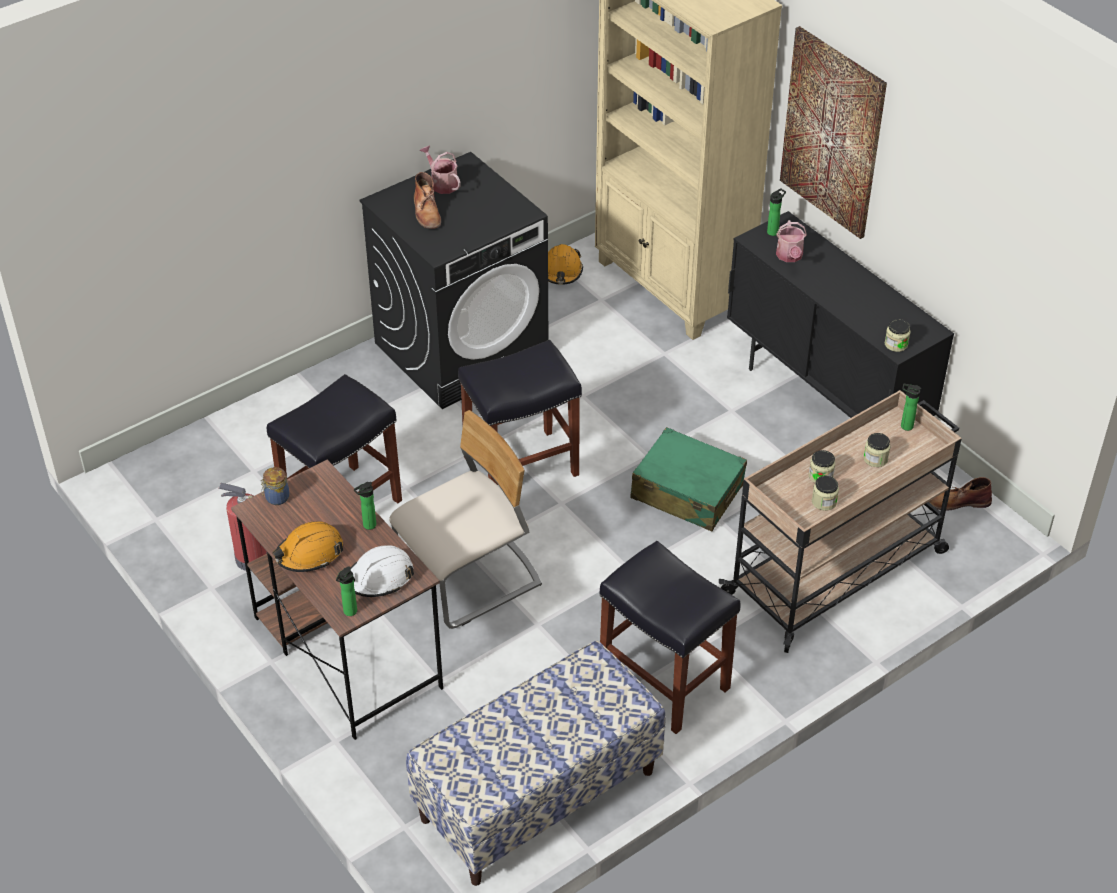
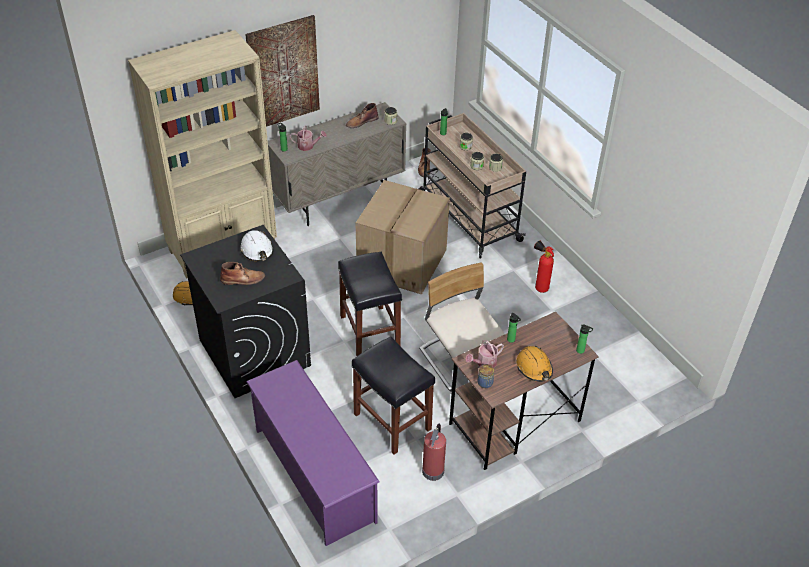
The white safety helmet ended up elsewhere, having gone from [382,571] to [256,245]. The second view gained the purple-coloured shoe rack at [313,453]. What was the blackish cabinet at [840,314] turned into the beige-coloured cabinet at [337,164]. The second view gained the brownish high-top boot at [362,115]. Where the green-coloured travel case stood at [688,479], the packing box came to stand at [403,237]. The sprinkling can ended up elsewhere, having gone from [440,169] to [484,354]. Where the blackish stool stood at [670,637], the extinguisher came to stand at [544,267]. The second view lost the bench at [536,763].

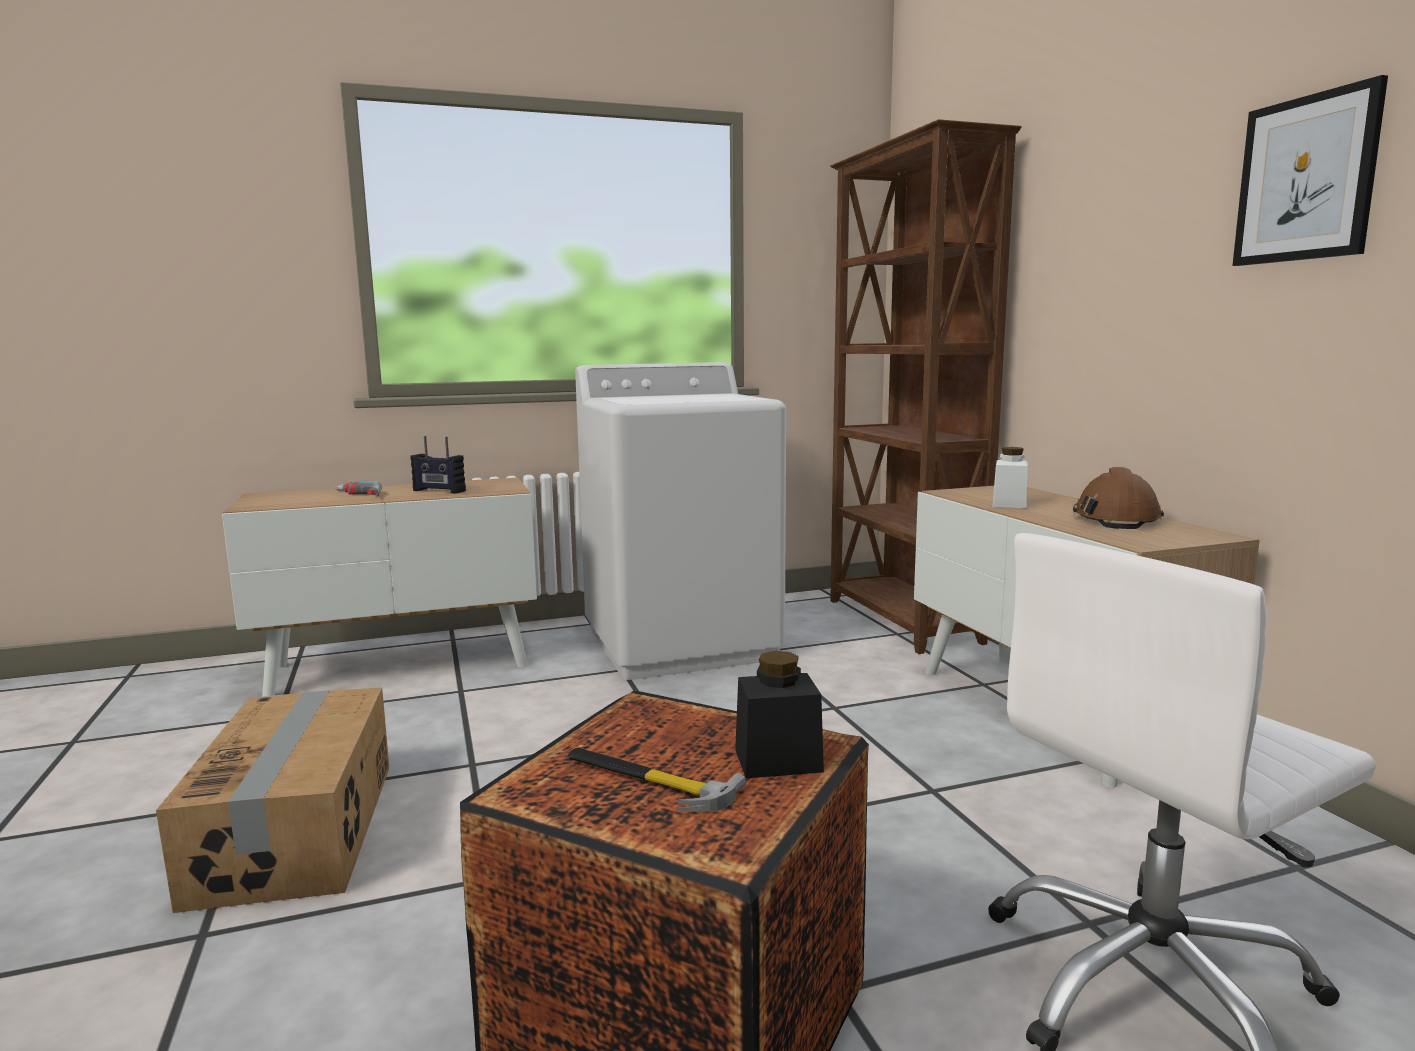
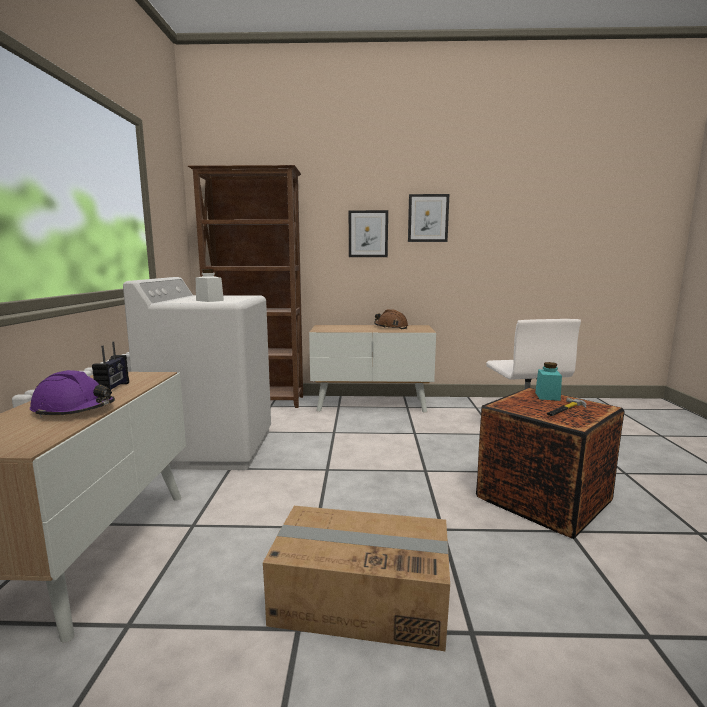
Where the power drill stood at [358,488], the purple-coloured safety helmet came to stand at [72,394]. The radio set at [438,465] ended up facing another way, 45 degrees counterclockwise from before. The white preserve jar ended up elsewhere, having gone from [1010,477] to [210,285]. The second view gained the picture at [368,233]. What was the blackish preserve jar at [779,714] turned into the turquoise preserve jar at [548,381].

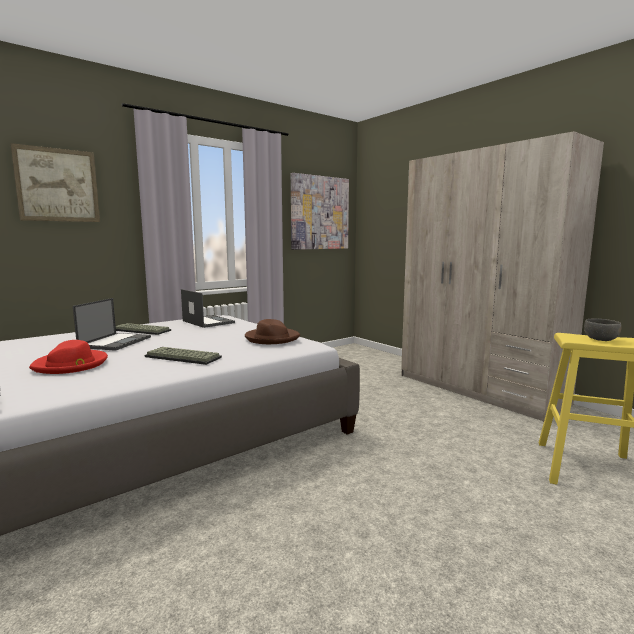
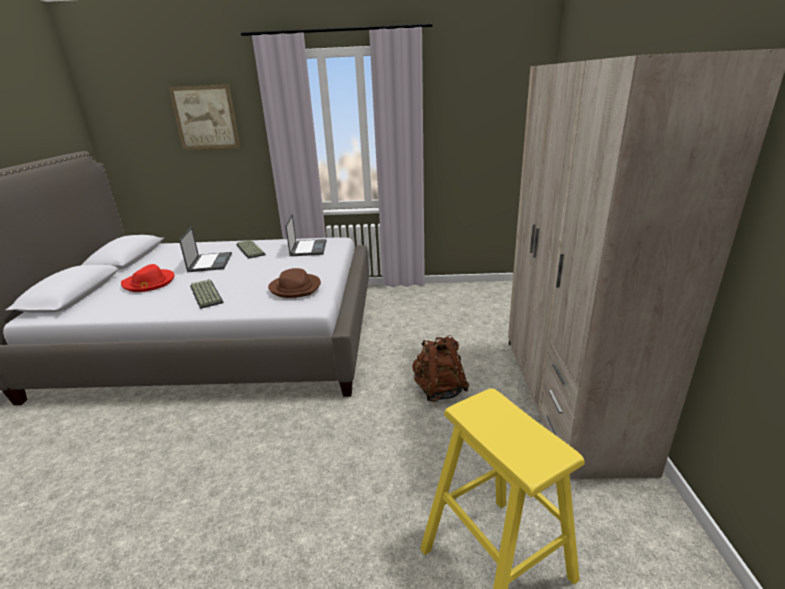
The laptop at [112,324] ended up facing another way, 60 degrees counterclockwise from before. The second view gained the brownish rucksack at [440,368]. The second view lost the picture at [320,211]. The second view lost the grey bowl at [603,330].

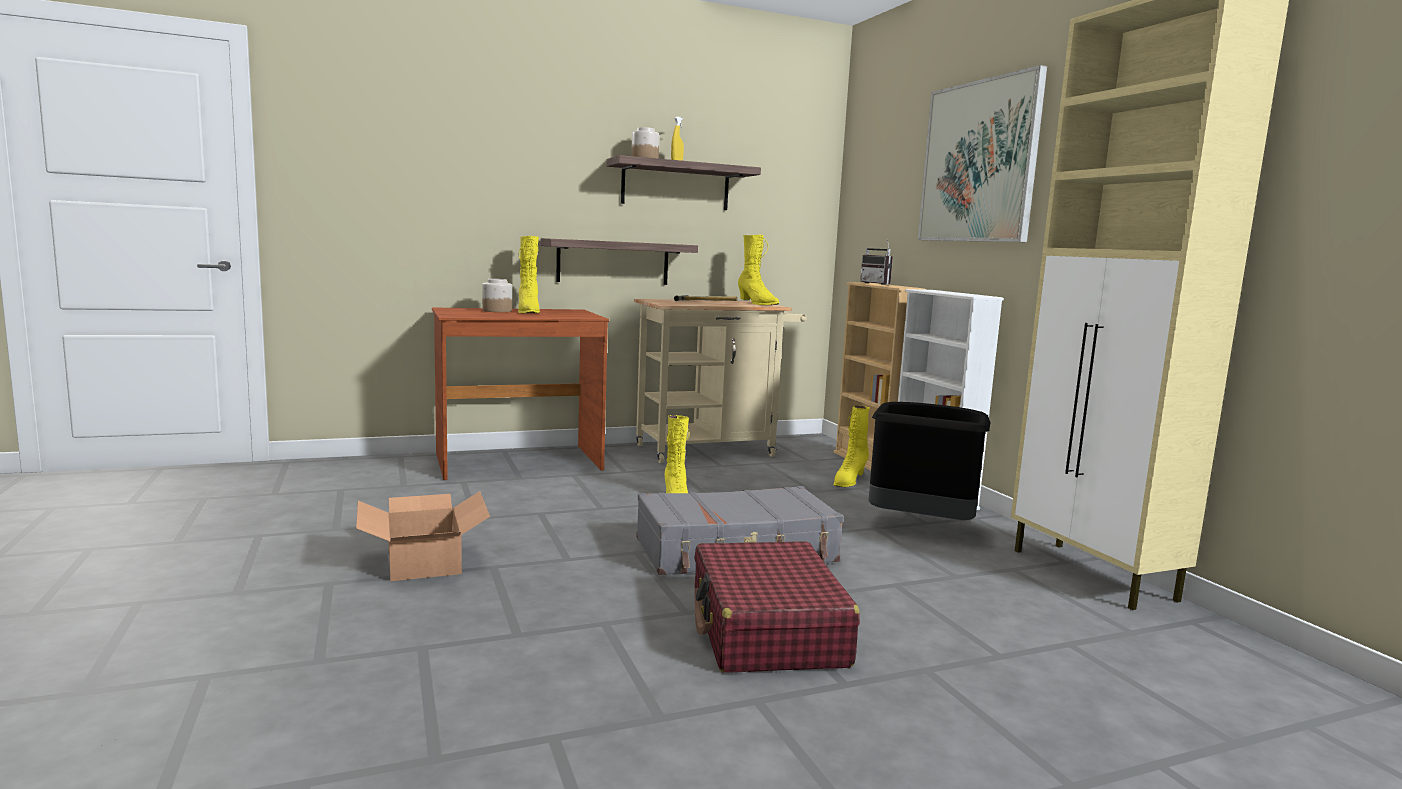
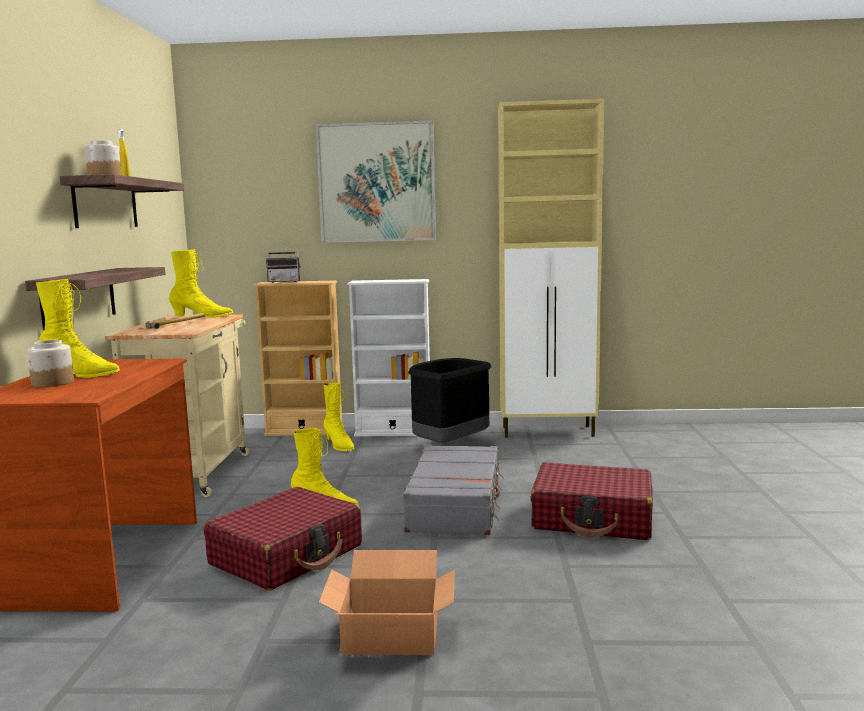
The second view gained the reddish travel case at [283,539].

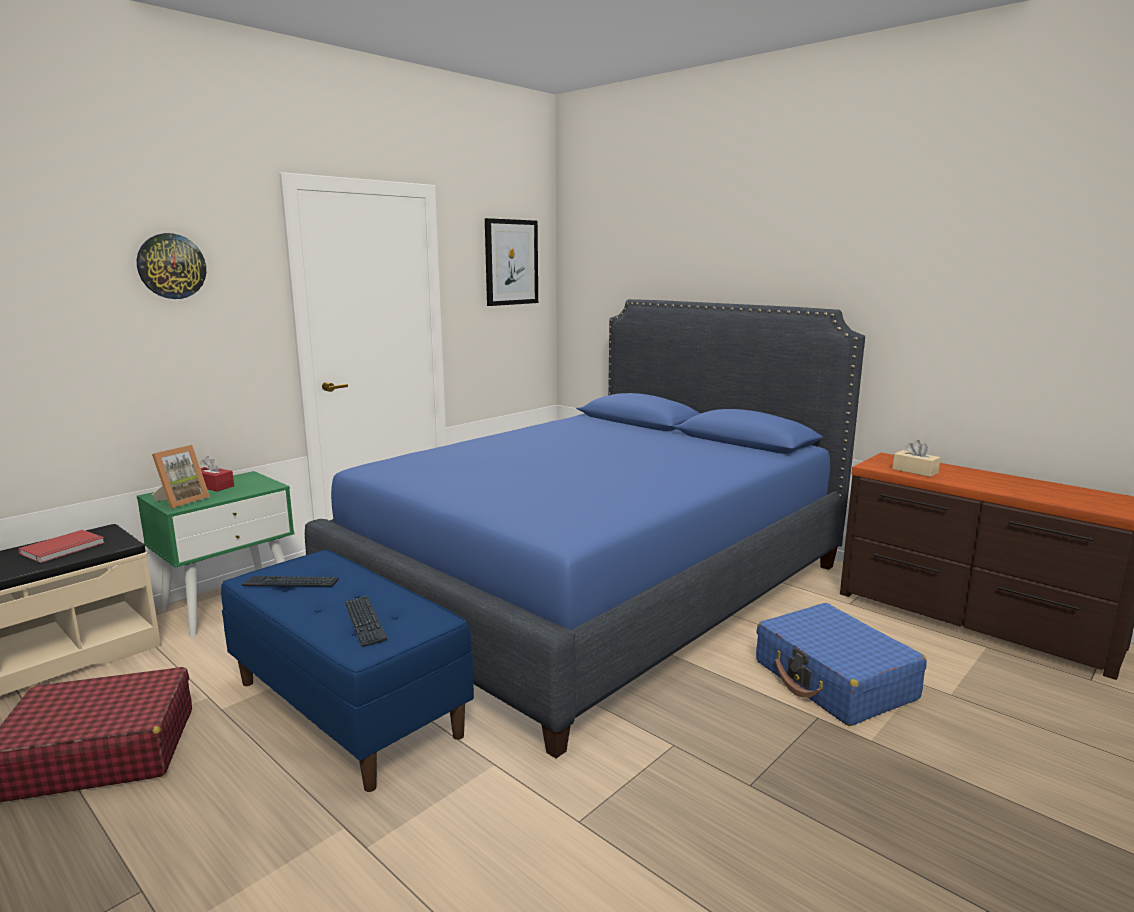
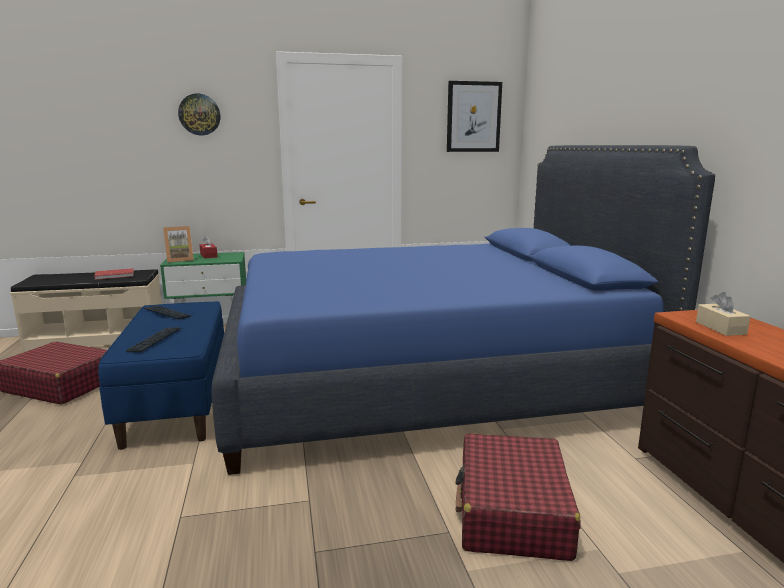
What was the bluish travel case at [841,664] turned into the reddish travel case at [518,497].

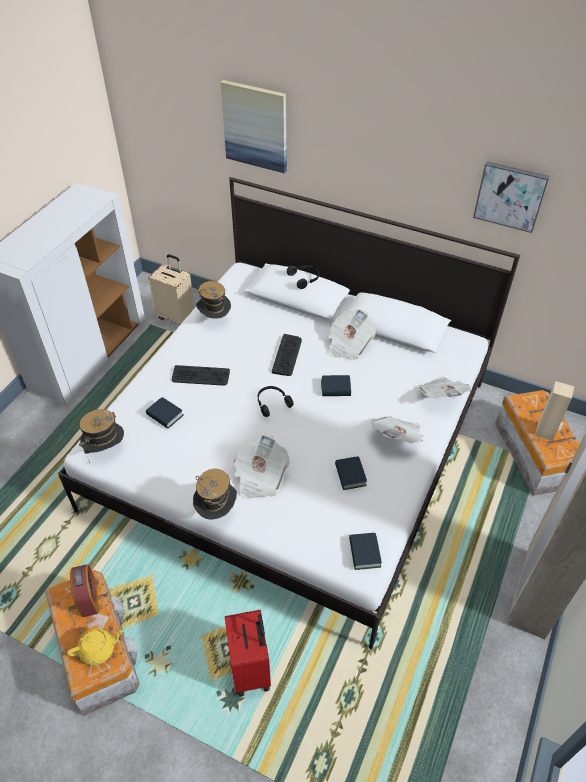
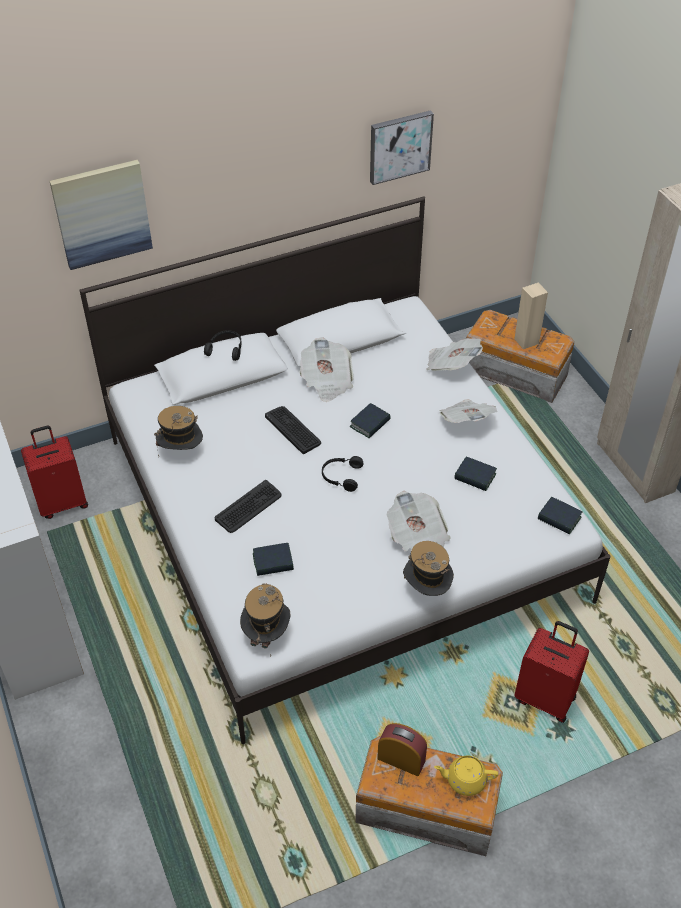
What was the beige-coloured travel case at [171,289] turned into the reddish travel case at [54,472]. The yellowish pot for tea at [95,647] ended up facing another way, 105 degrees counterclockwise from before.

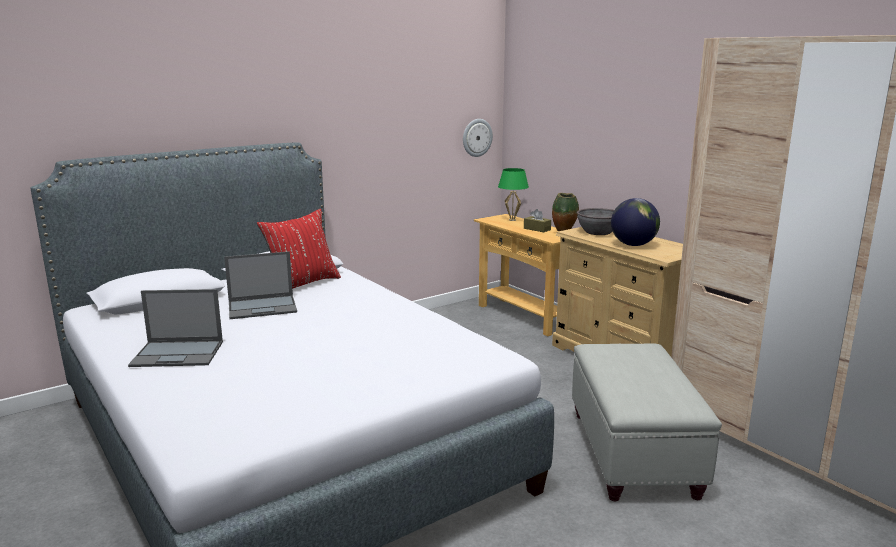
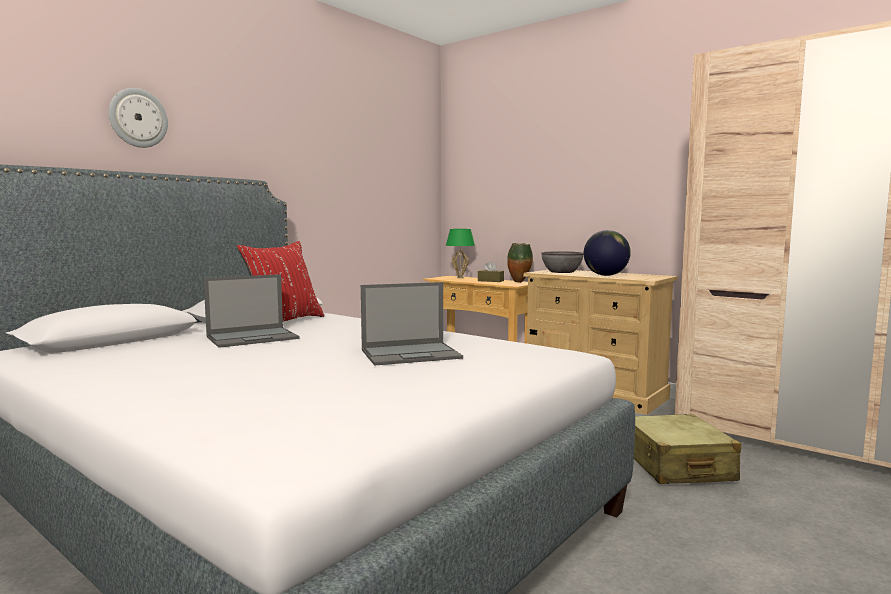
The clock on the wall ended up elsewhere, having gone from [478,138] to [138,118]. The laptop ended up elsewhere, having gone from [175,328] to [412,323]. Where the grey pouffe stood at [647,422], the beige-coloured travel case came to stand at [687,449].

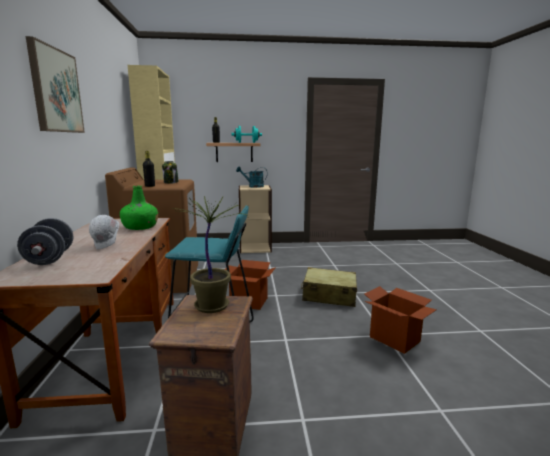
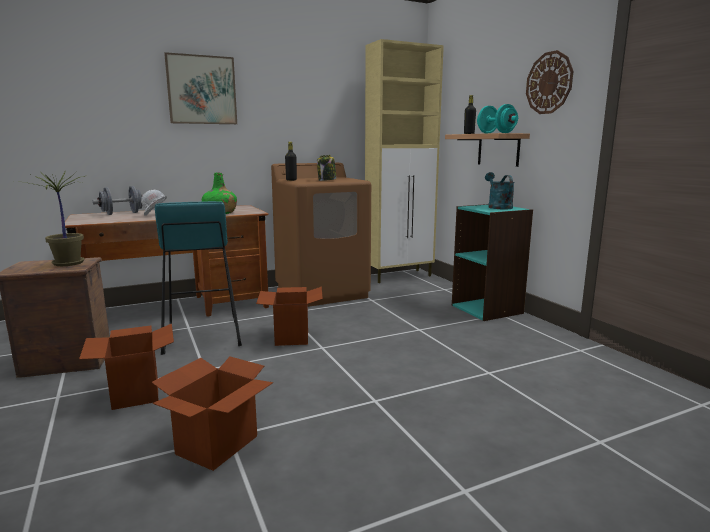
The second view gained the packing box at [126,367]. What was the beige-coloured bookcase at [255,219] turned into the turquoise bookcase at [492,262]. The second view gained the clock on the wall at [549,82]. The second view lost the beige-coloured travel case at [329,287].

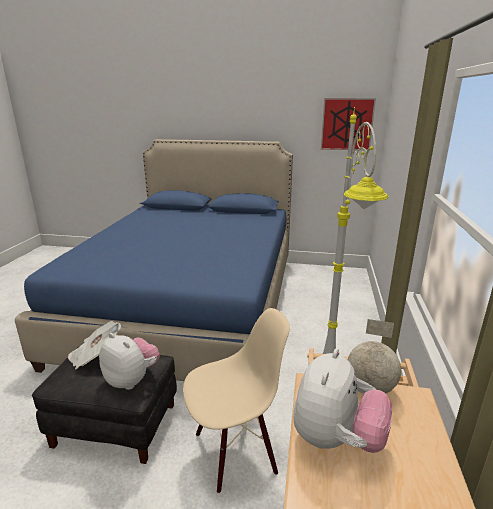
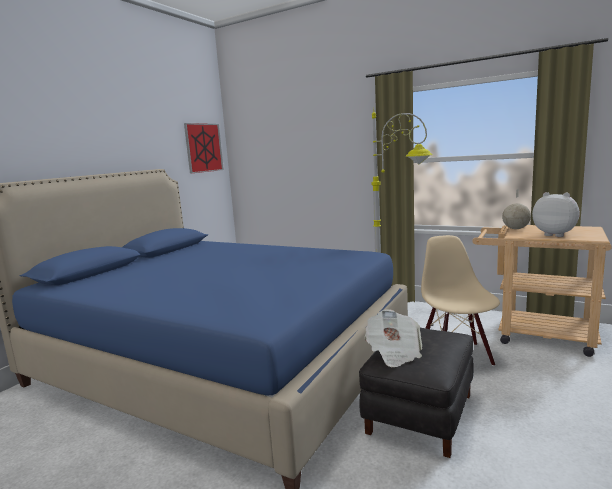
The second view lost the cuddly toy at [129,361].

